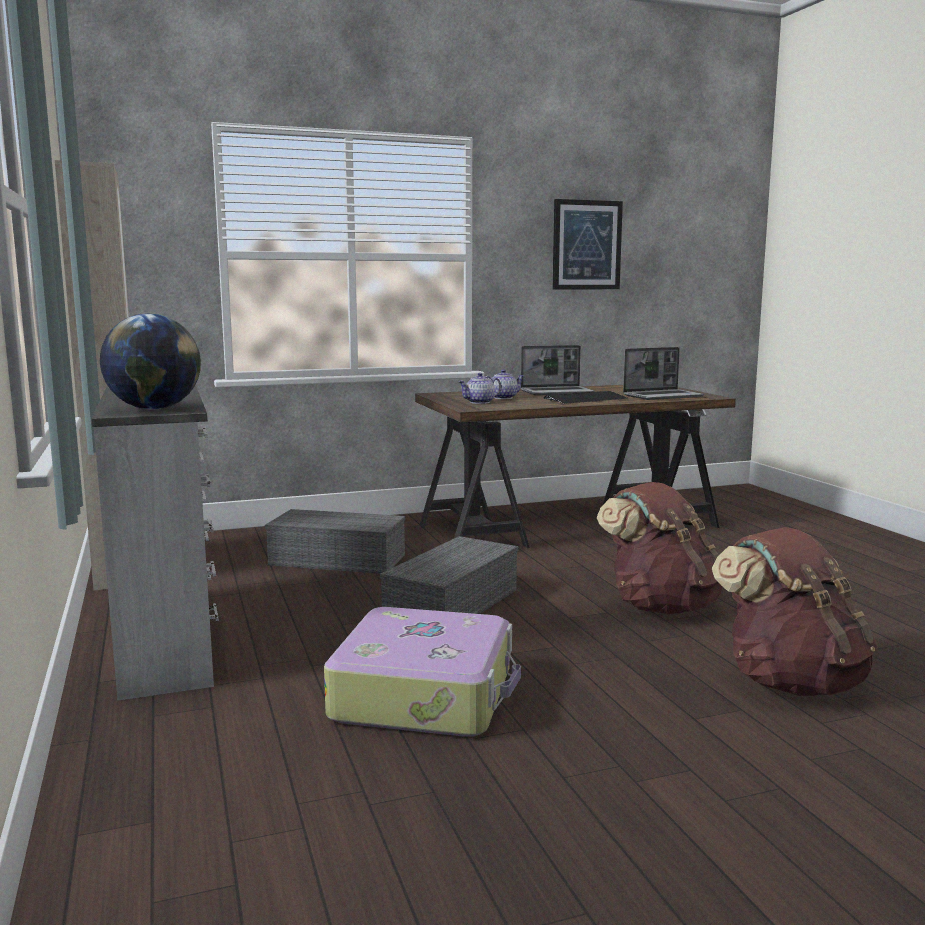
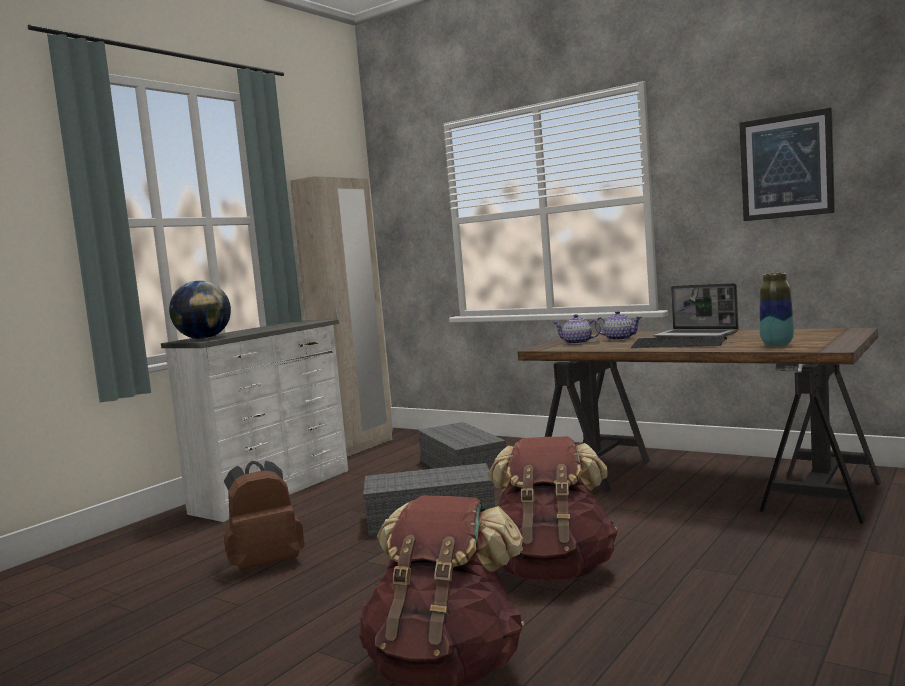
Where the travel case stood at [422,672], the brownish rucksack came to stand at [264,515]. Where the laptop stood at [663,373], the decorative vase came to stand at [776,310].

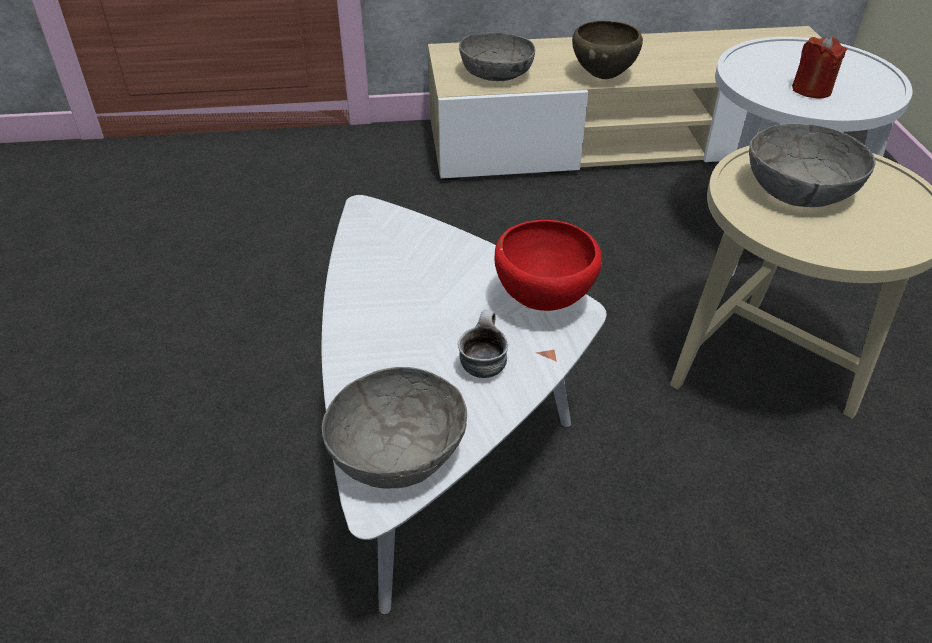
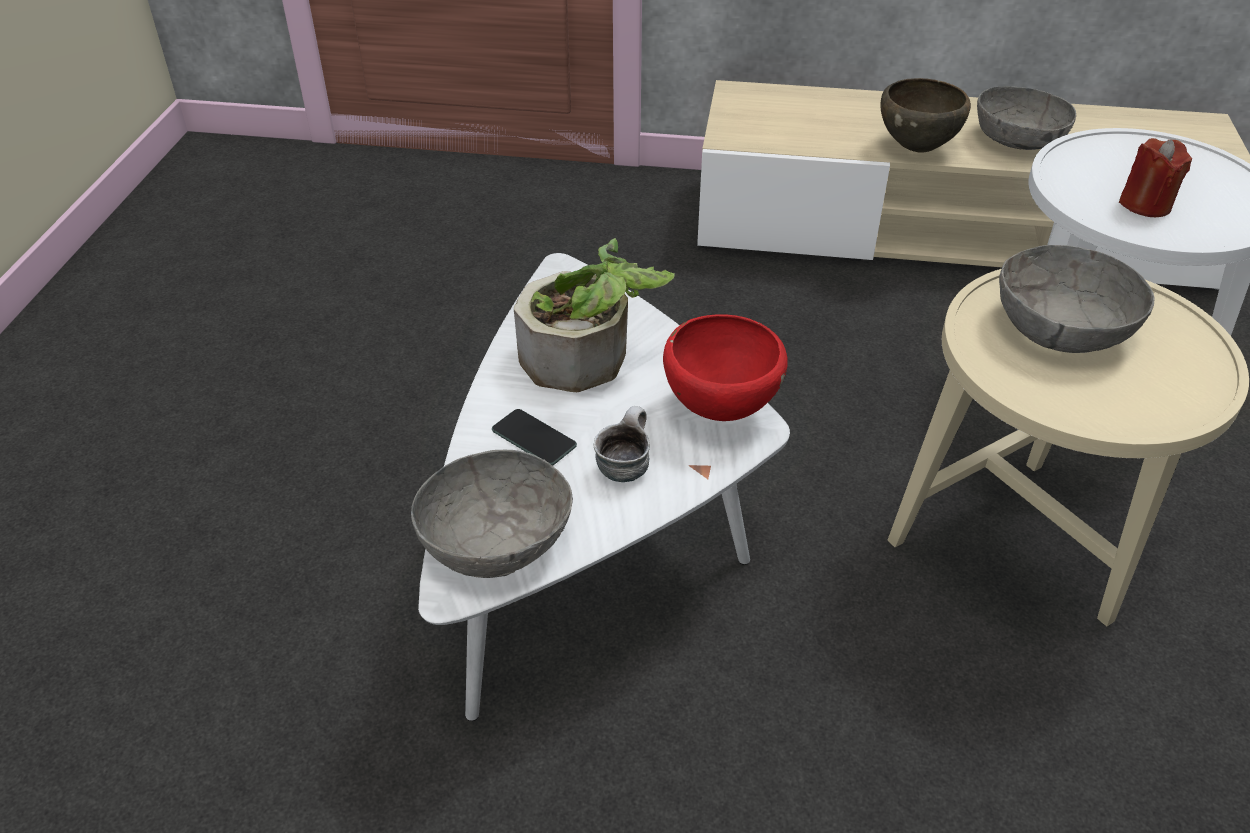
The second view gained the telephone at [534,437]. The second view gained the plant in a pot at [594,315]. The grey bowl ended up elsewhere, having gone from [497,57] to [1026,118].

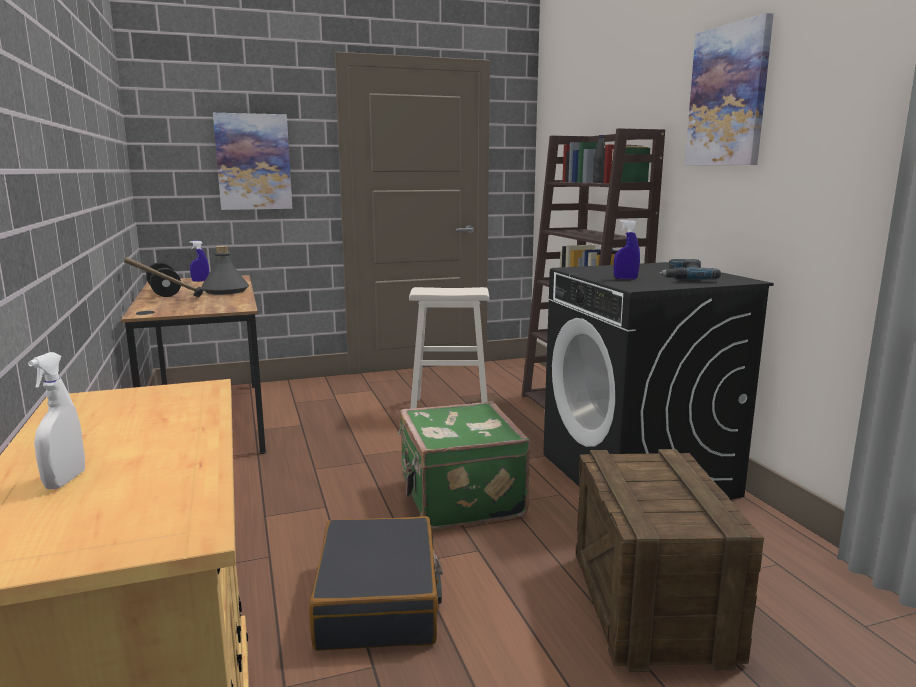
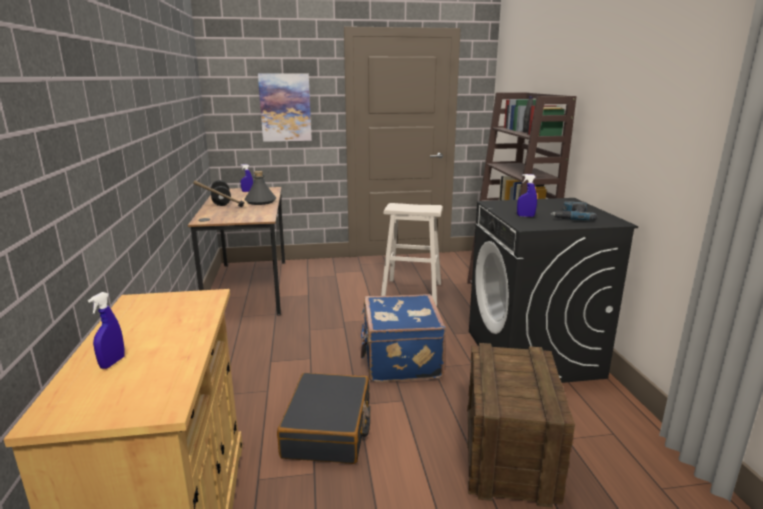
What was the white hand sprayer at [56,420] turned into the bluish hand sprayer at [106,330]. What was the green-coloured travel case at [464,465] turned into the bluish travel case at [403,338]. The second view lost the picture at [729,89].

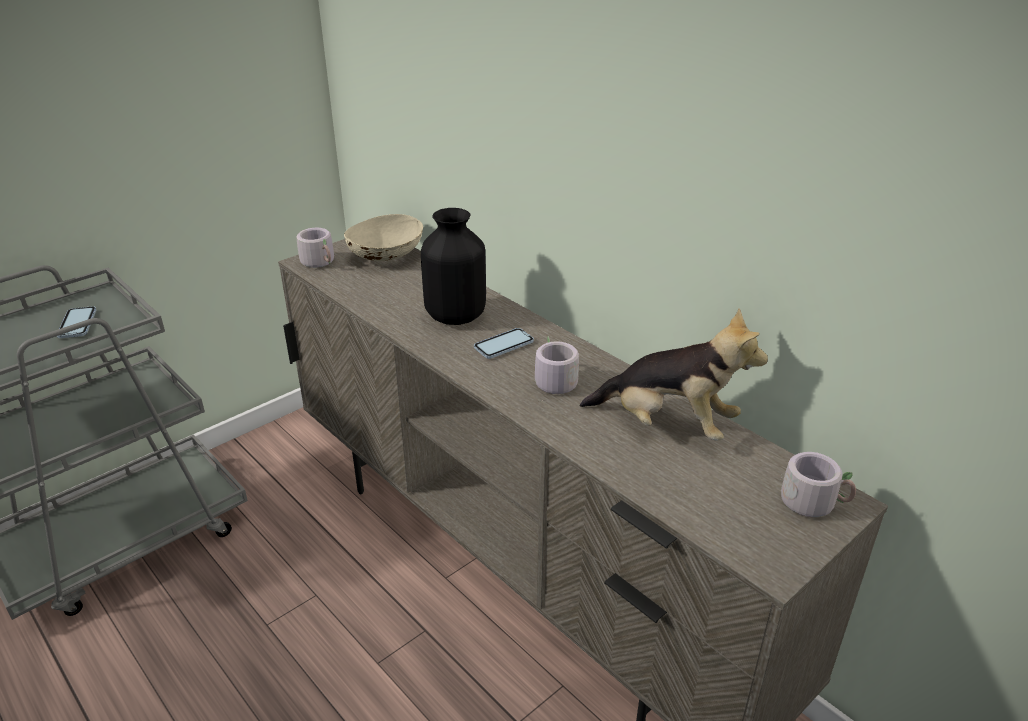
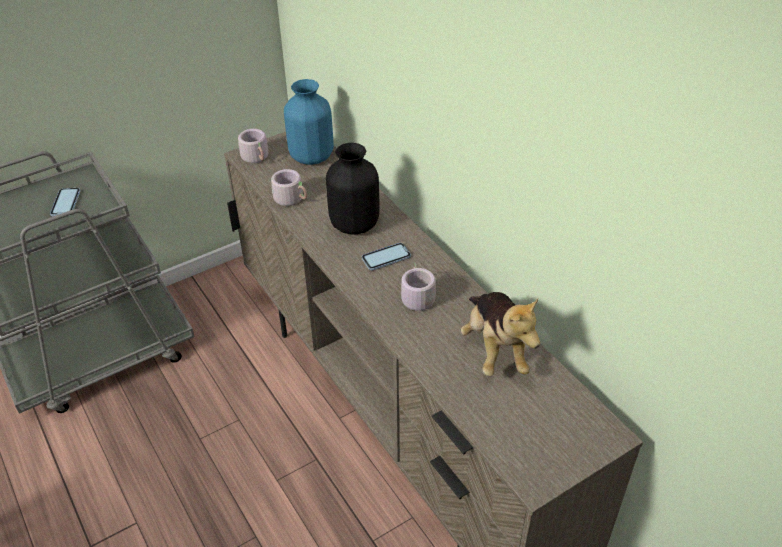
The grey tea mug ended up elsewhere, having gone from [818,484] to [289,187]. Where the beige-coloured bowl stood at [383,237], the bluish decorative vase came to stand at [309,122]. The cuddly toy at [674,374] ended up facing another way, 45 degrees clockwise from before.

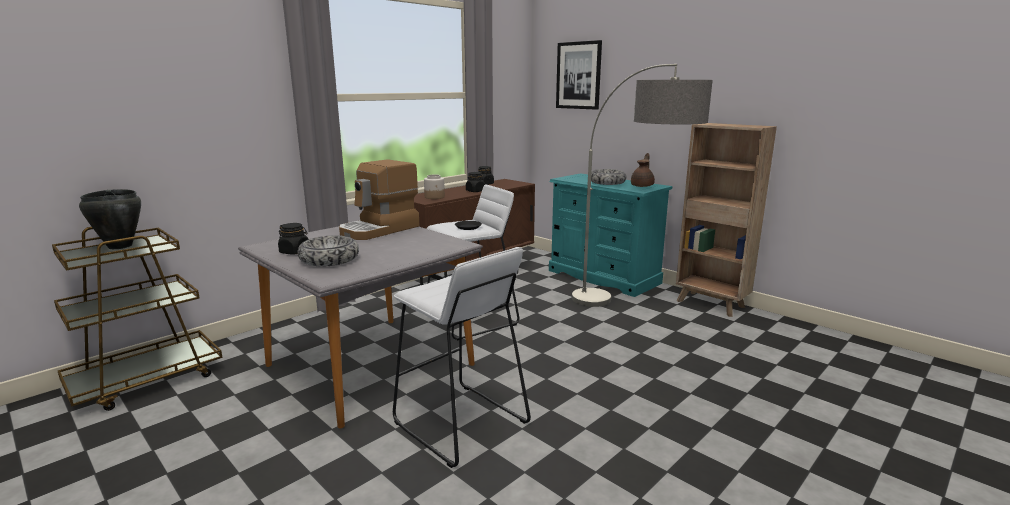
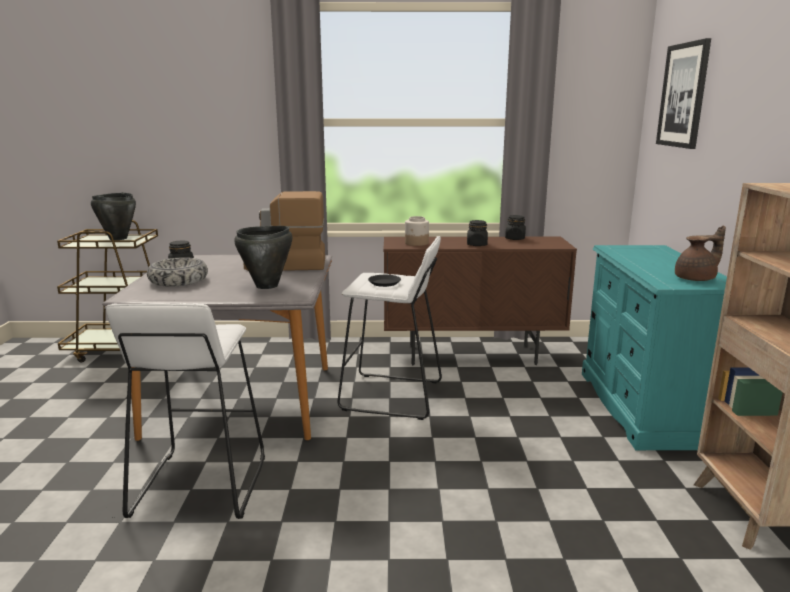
The second view gained the blackish stockpot at [263,257]. The second view lost the standard lamp at [642,185]. The second view lost the bowl at [608,177].

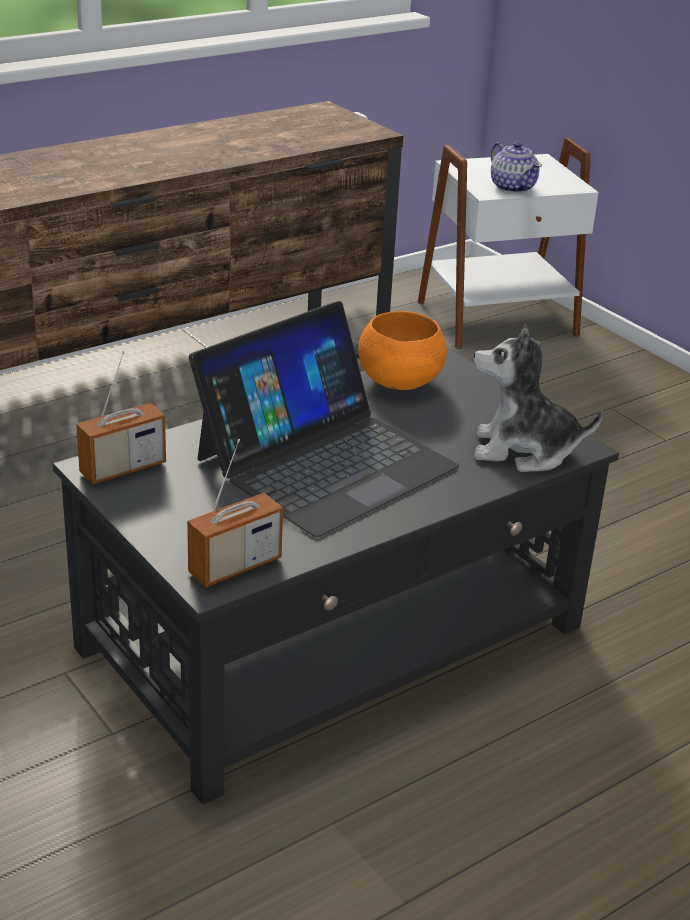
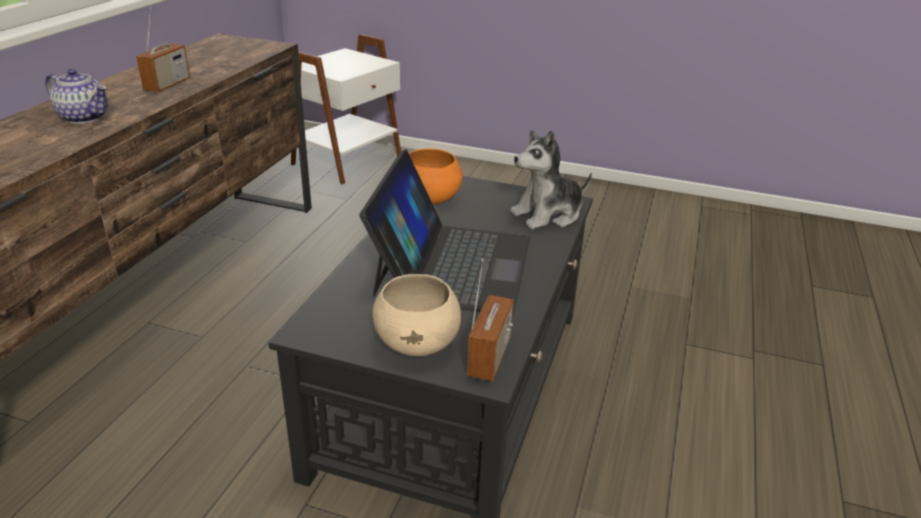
The pot for tea ended up elsewhere, having gone from [516,167] to [76,96]. The radio set ended up elsewhere, having gone from [121,417] to [163,49]. The second view gained the beige-coloured bowl at [416,315].

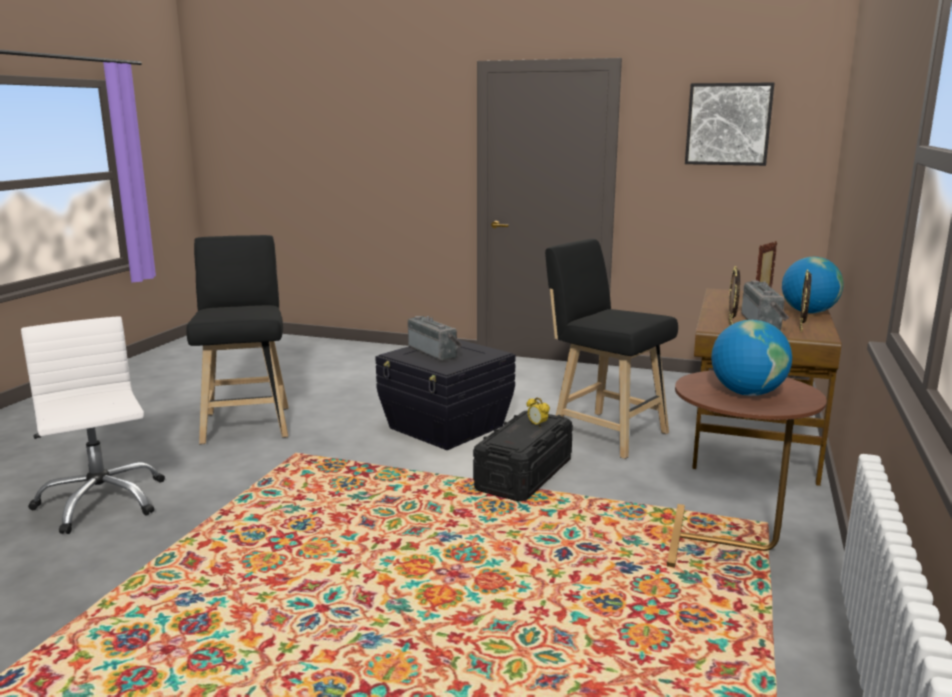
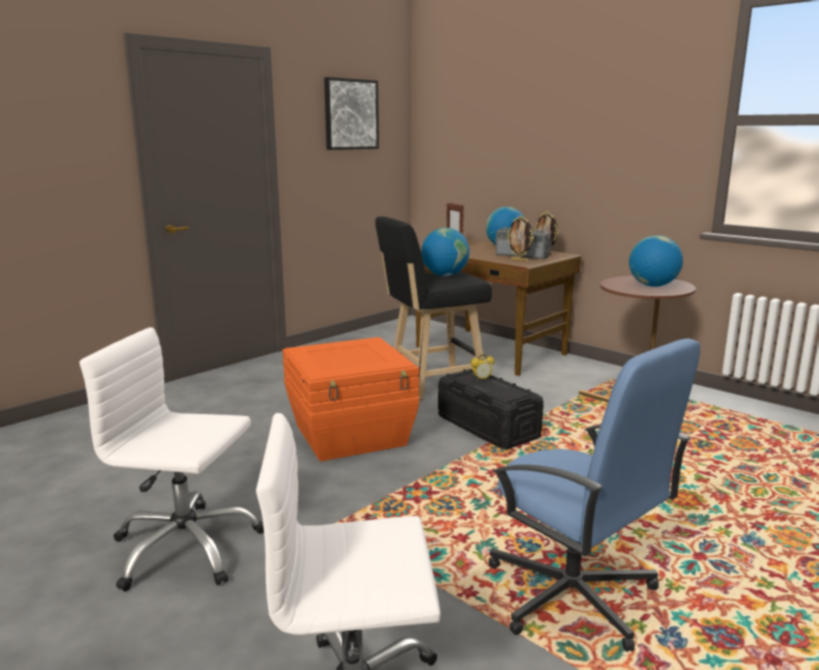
Where the blackish stool stood at [237,339], the white desk chair came to stand at [172,459]. What was the blackish storage bin at [445,394] turned into the orangey storage bin at [351,399]. The second view gained the desk globe at [445,252]. The second view gained the bluish desk chair at [594,495]. The second view lost the radio set at [435,338].

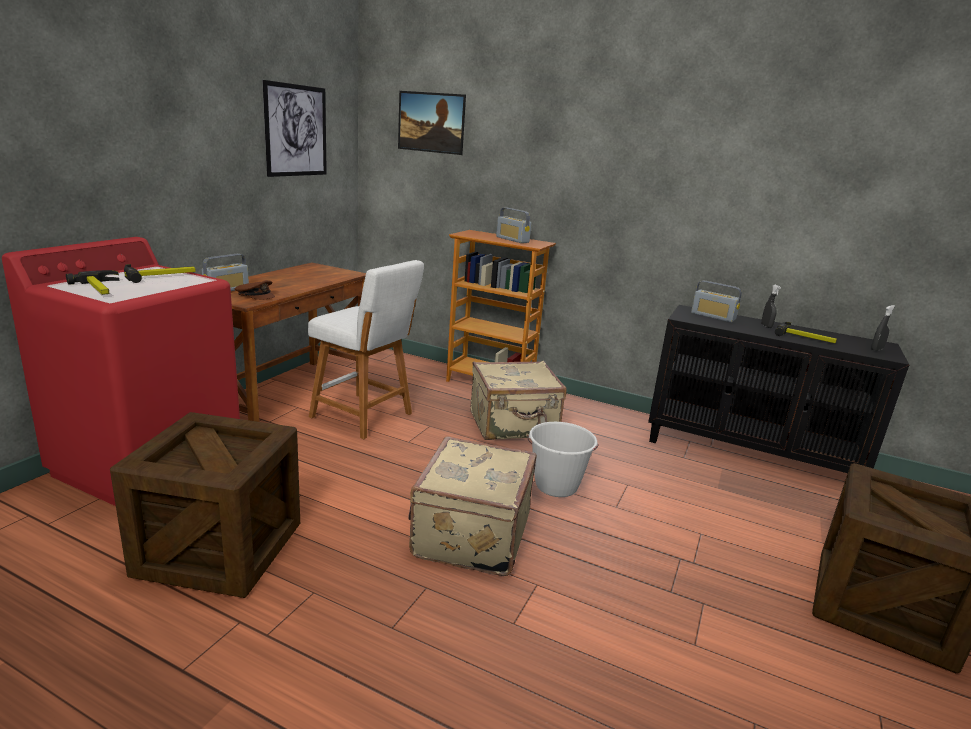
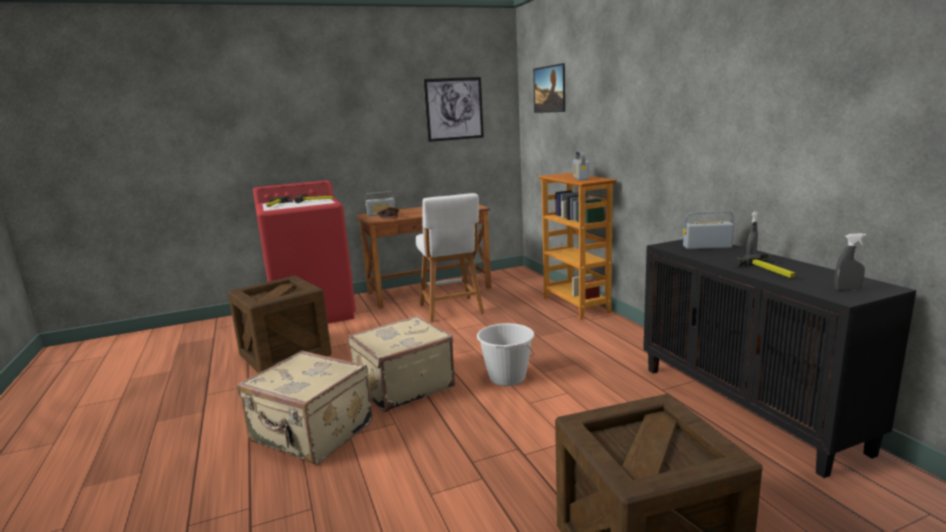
The beige-coloured travel case ended up elsewhere, having gone from [518,400] to [305,407]. The radio set at [716,301] ended up facing another way, 105 degrees clockwise from before.

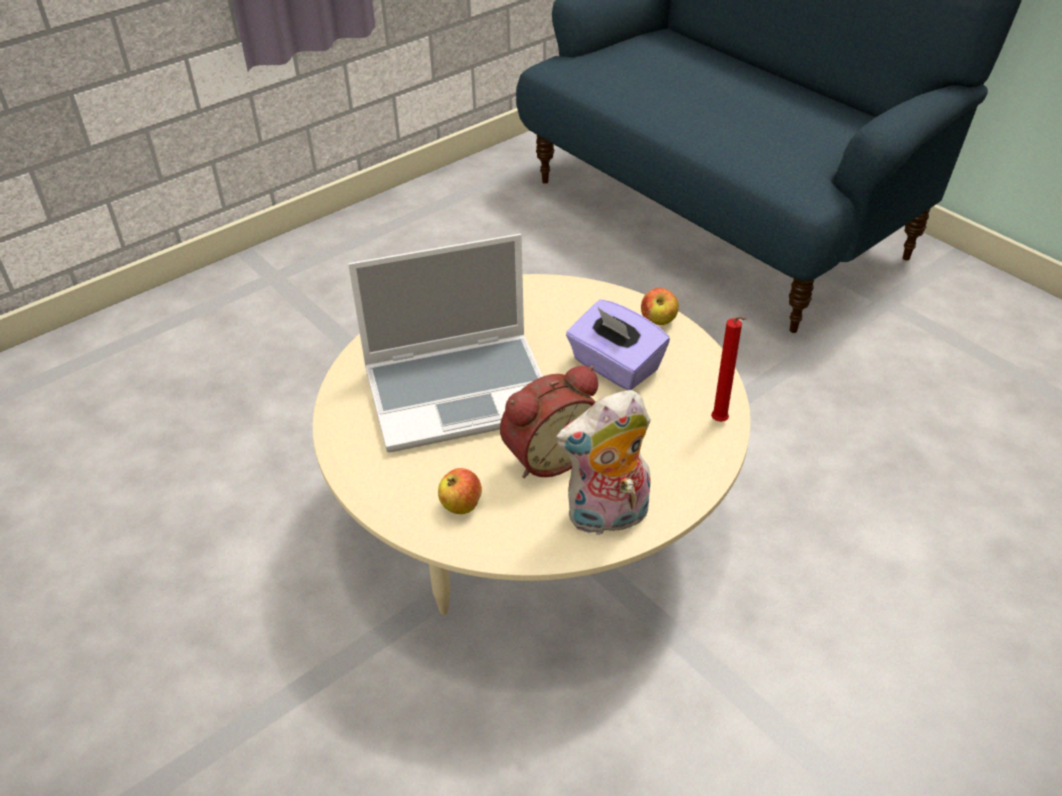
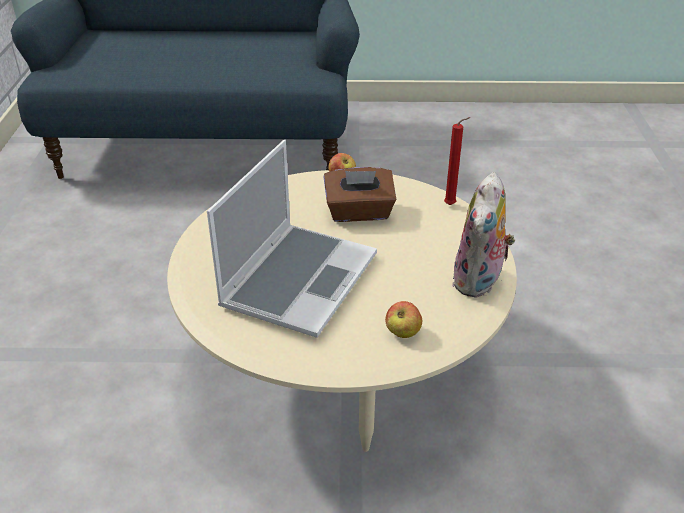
What was the purple-coloured tissue box at [618,345] turned into the brownish tissue box at [360,194]. The second view lost the bedside clock at [549,421].

